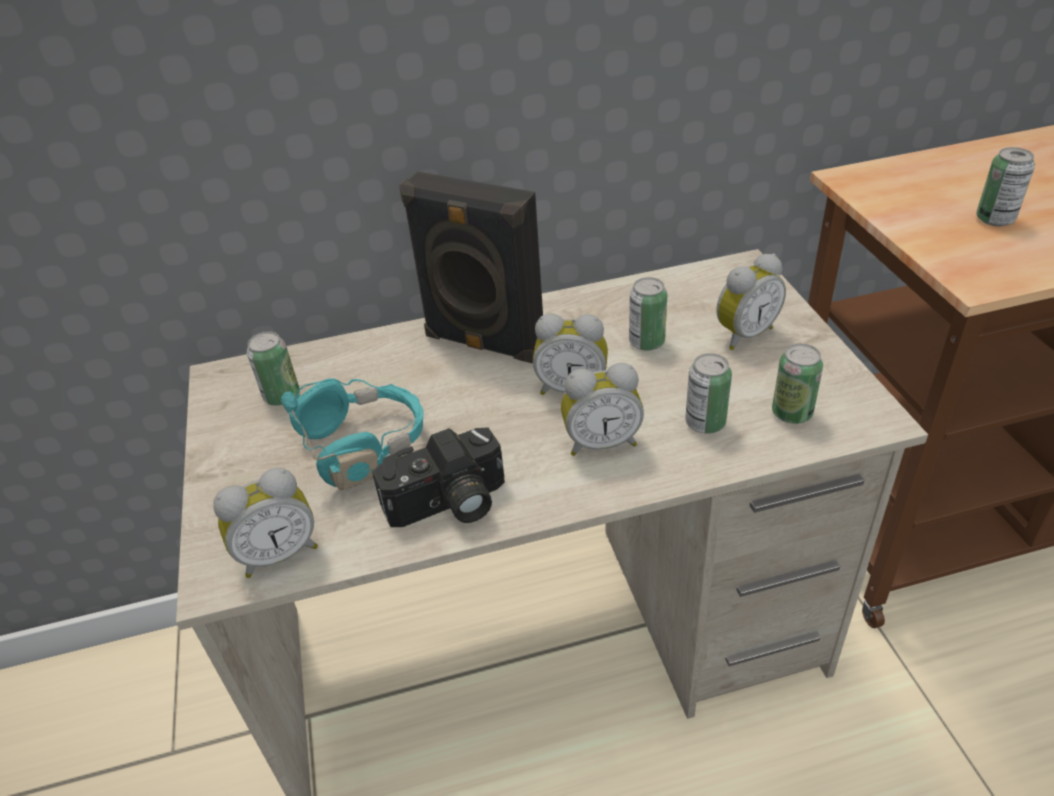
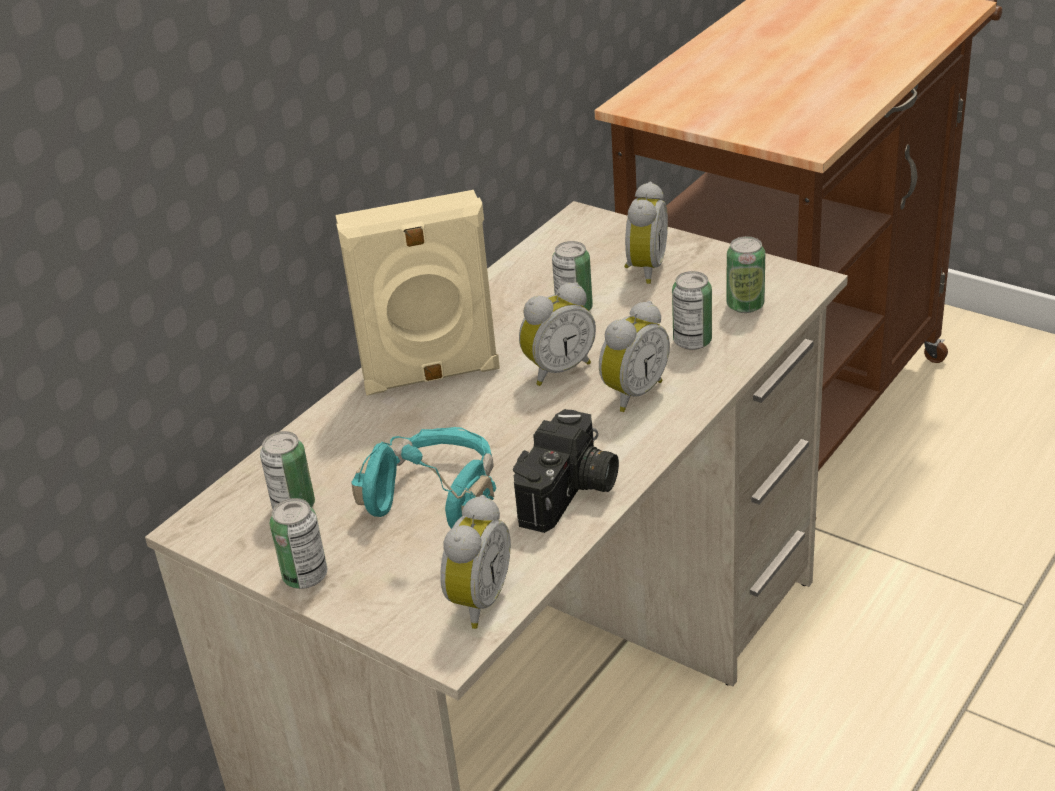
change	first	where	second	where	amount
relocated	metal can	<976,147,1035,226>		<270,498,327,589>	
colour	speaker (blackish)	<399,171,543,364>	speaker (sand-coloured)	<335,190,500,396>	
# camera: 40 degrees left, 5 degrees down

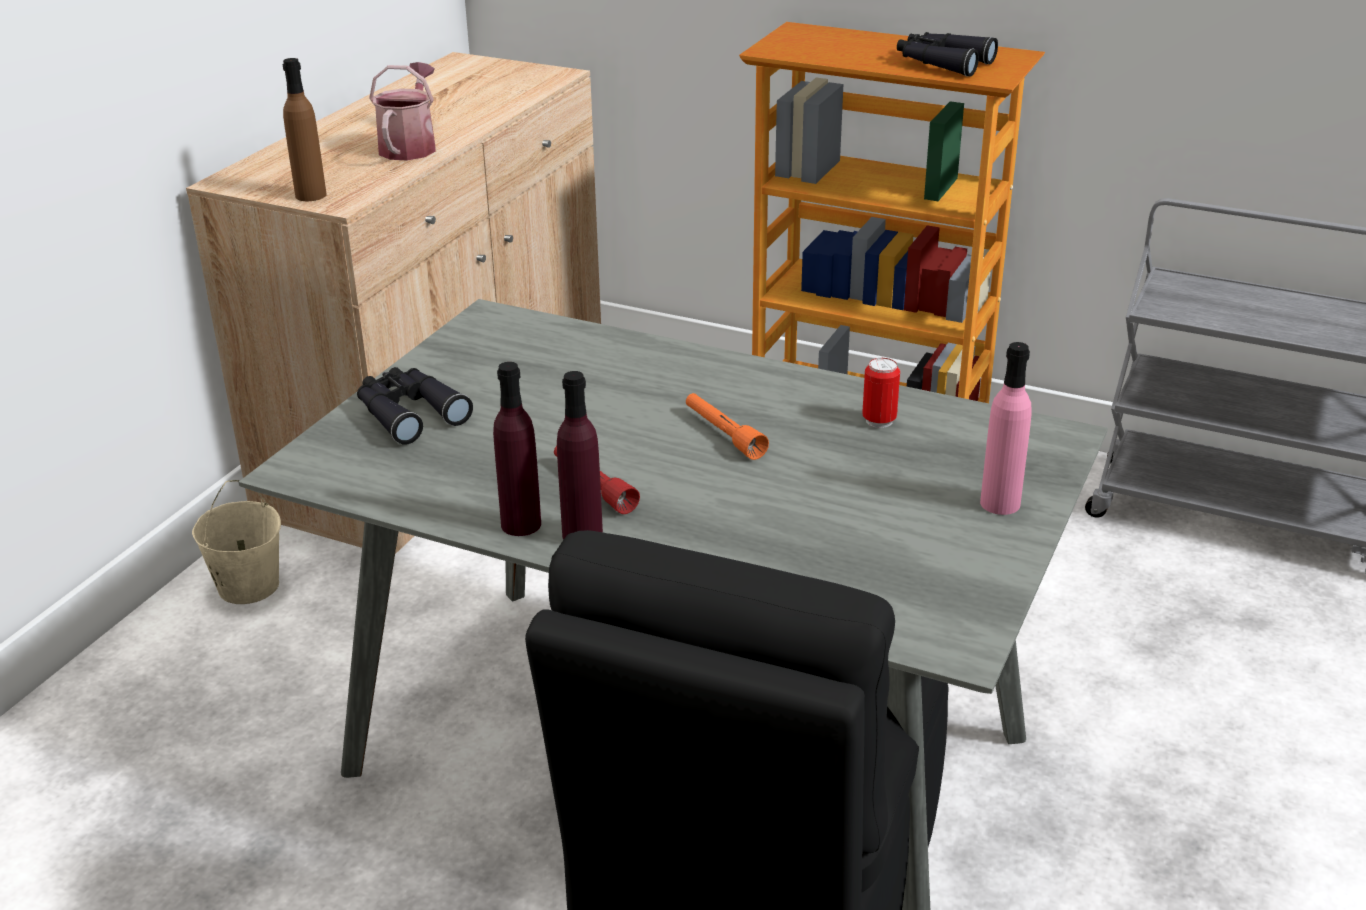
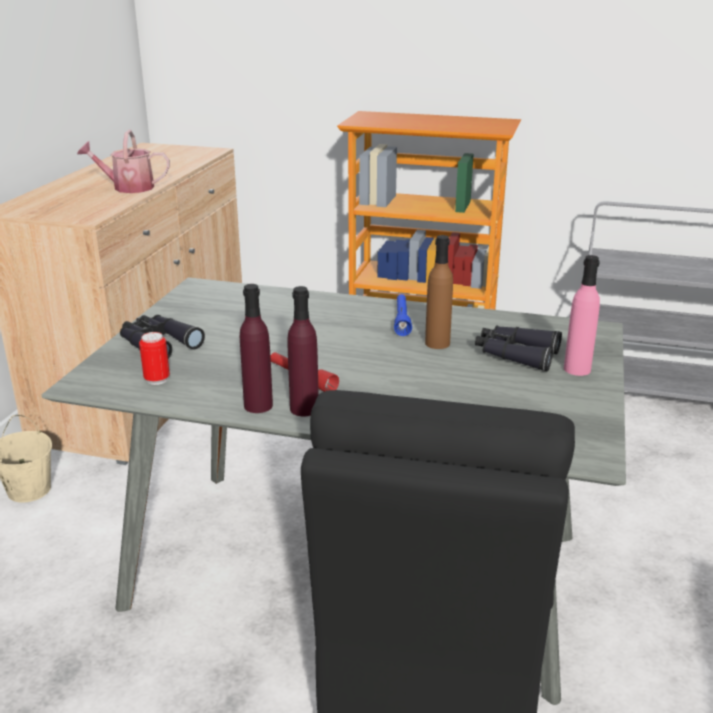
change	first	where	second	where	amount
spun	sprinkling can	<369,62,436,160>		<77,130,170,193>	90 degrees counterclockwise
relocated	metal can	<862,358,900,428>		<139,332,170,385>	
appeared			torch (blue)	<394,294,412,336>	
relocated	beverage bottle (brown-coloured)	<283,58,327,201>		<425,235,453,349>	
relocated	pair of binoculars (blackish)	<897,32,998,77>		<475,325,562,372>	
missing	torch (orange)	<686,393,769,460>			
# camera: 10 degrees left, 5 degrees down

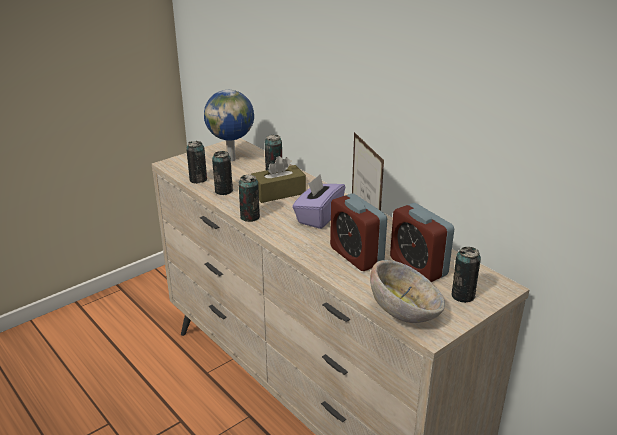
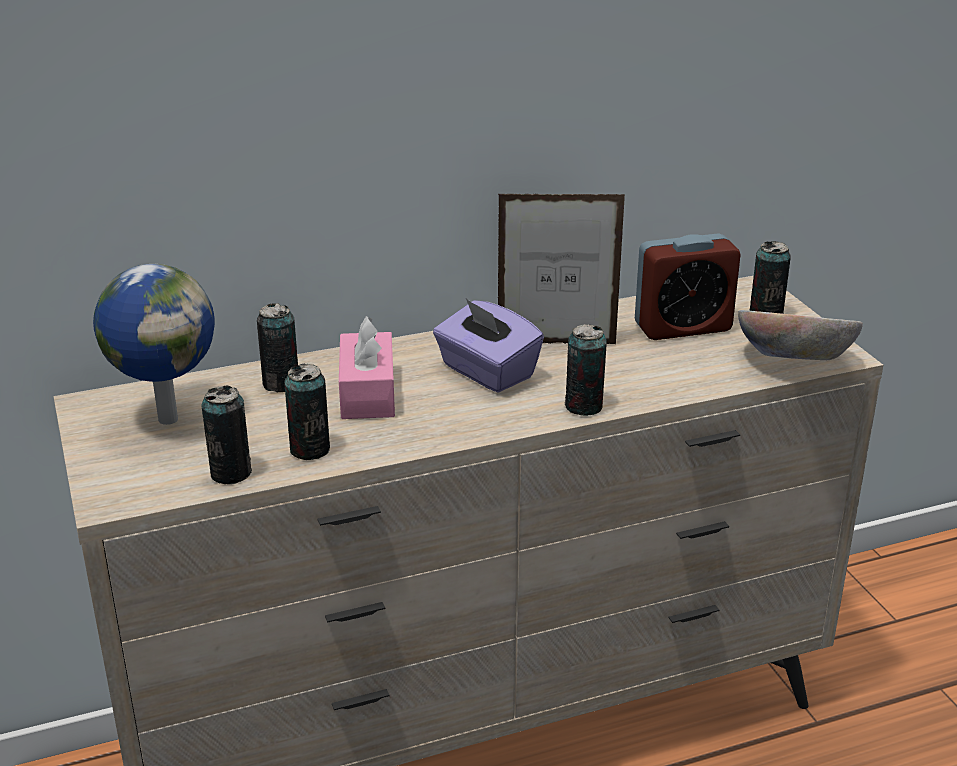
change	first	where	second	where	amount
colour	box of tissues (brown-coloured)	<251,156,306,203>	box of tissues (pinkish)	<339,316,395,419>	
relocated	metal can	<238,174,260,222>		<565,324,607,416>	
missing	alarm clock	<330,194,387,271>			
# camera: 70 degrees left, 0 degrees up

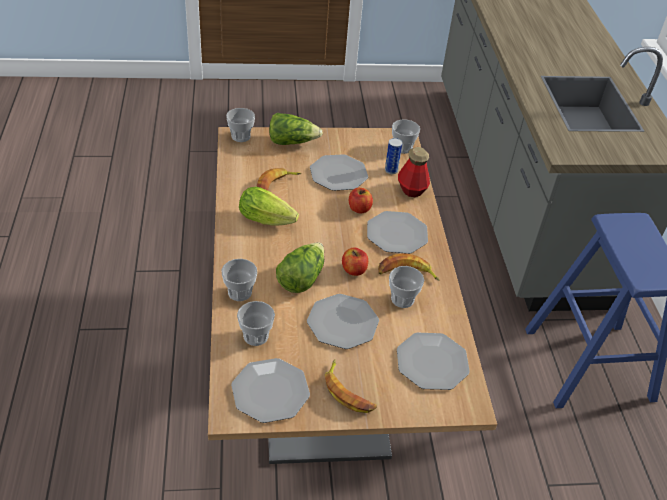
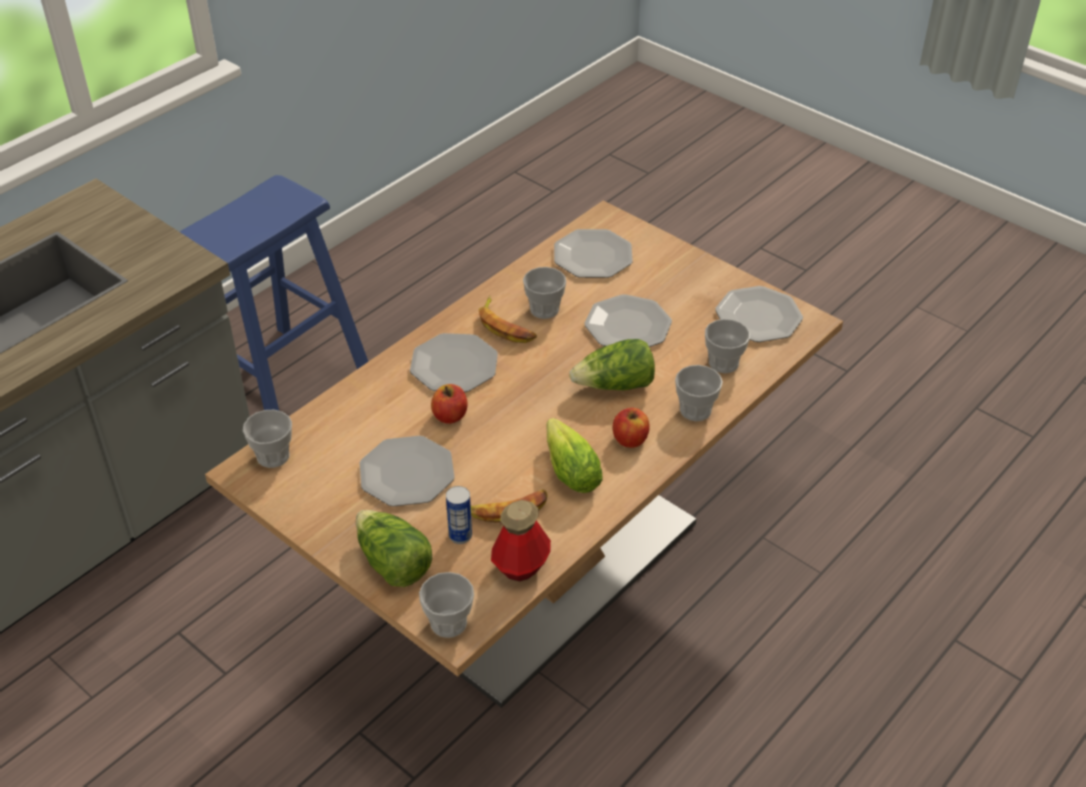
change	first	where	second	where	amount
relocated	metal can	<385,138,402,174>		<446,486,472,544>	
relocated	beverage bottle	<398,147,430,197>		<491,500,551,582>	
relocated	apple	<342,247,368,276>		<613,408,650,448>	
missing	whole banana	<325,359,377,413>			
# camera: 130 degrees left, 0 degrees up

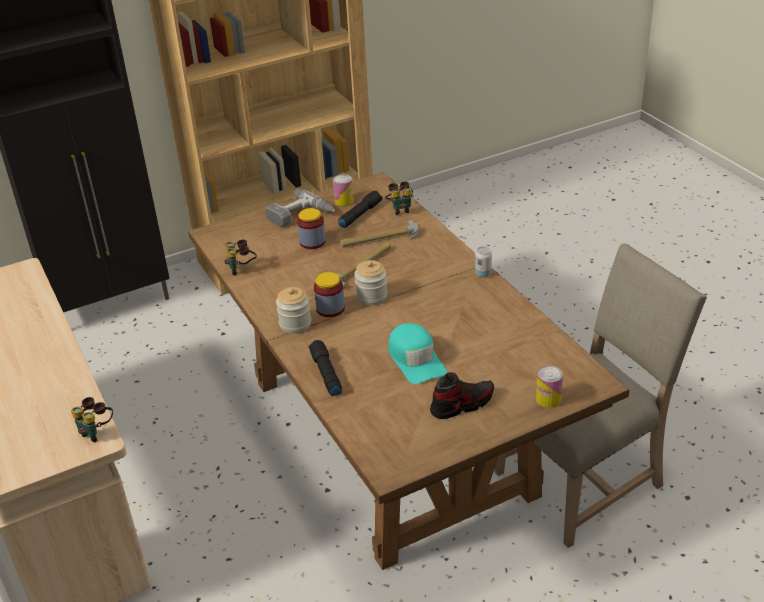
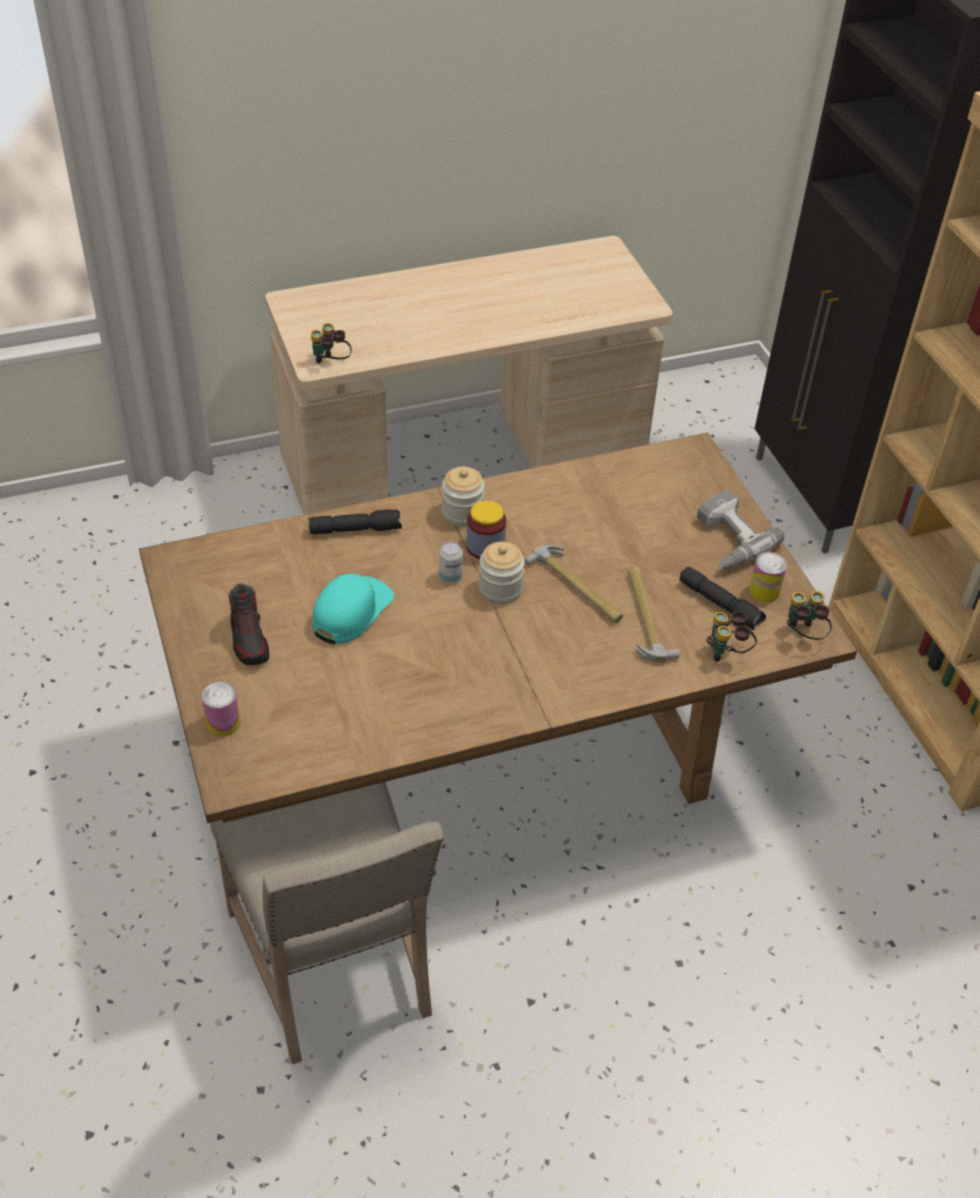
change	first	where	second	where	amount
spun	baseball cap (turquoise)	<389,323,447,384>		<312,574,394,644>	135 degrees clockwise
relocated	metal can	<475,246,492,277>		<439,541,463,583>	
relocated	pair of binoculars	<224,239,257,275>		<787,591,832,640>	
missing	preserve jar	<297,208,326,249>			
# camera: 95 degrees right, 10 degrees up

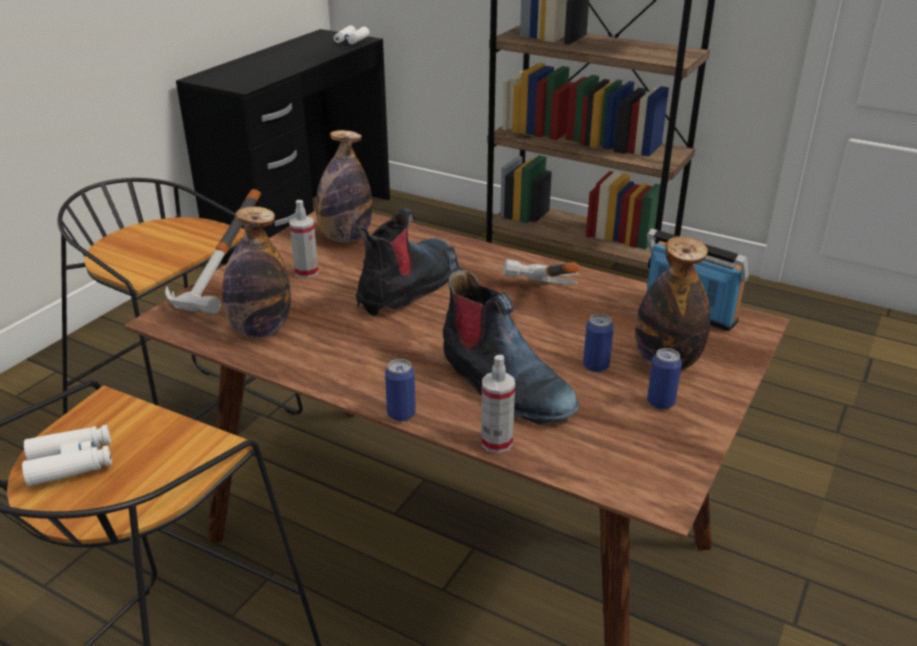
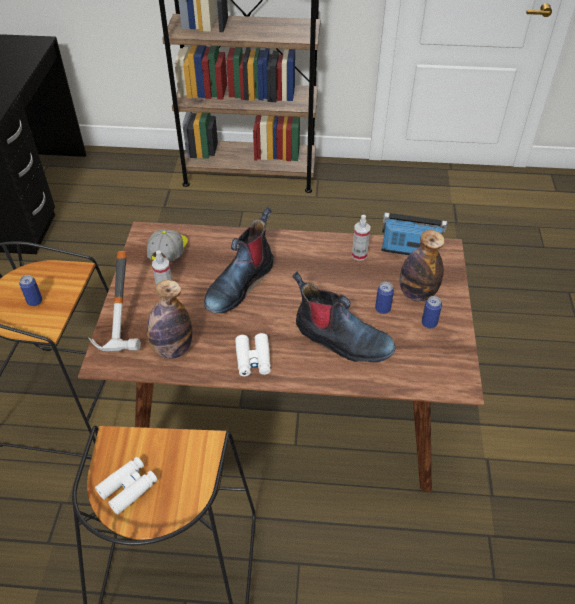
change	first	where	second	where	amount
relocated	metal can	<385,359,416,421>		<19,275,42,306>	
exchanged	beverage bottle	<316,130,372,243>	baseball cap	<147,229,188,262>	
spun	tall boot	<352,208,450,316>		<204,207,274,313>	150 degrees counterclockwise
relocated	pair of binoculars (whitish)	<334,25,370,44>		<235,333,271,376>	
relocated	sprayer	<481,355,515,453>		<352,215,370,261>	
missing	tool hammer	<503,259,580,285>			
# camera: 25 degrees left, 15 degrees up

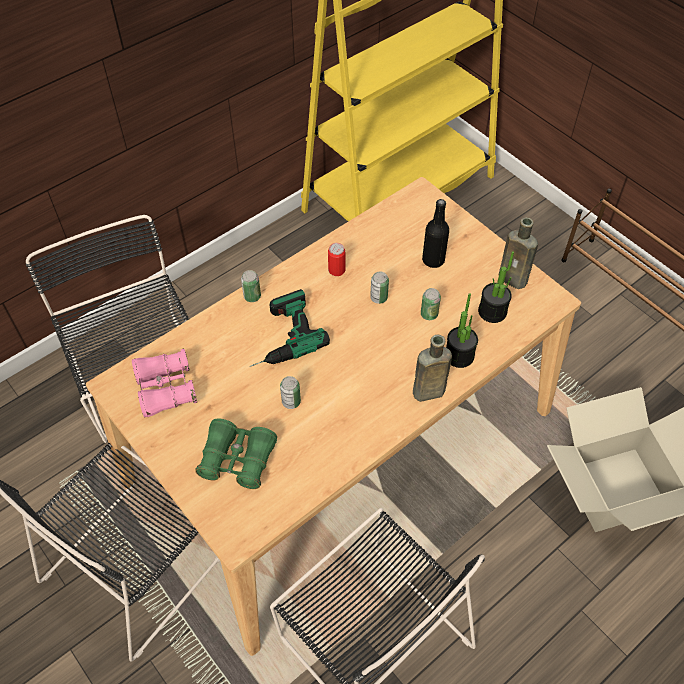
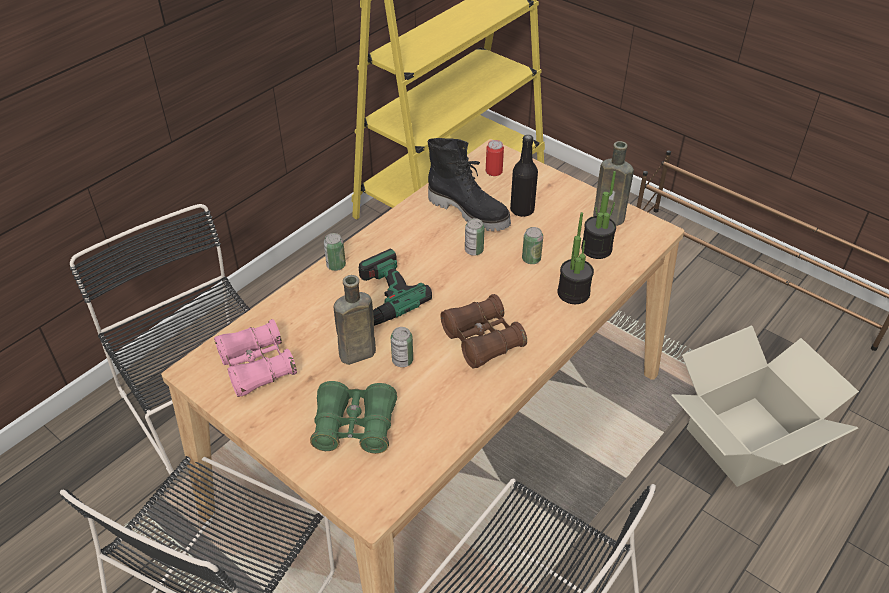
change	first	where	second	where	amount
relocated	beverage bottle (brown-coloured)	<413,334,452,402>		<334,275,376,365>	
appeared			tall boot (blackish)	<428,138,511,231>	
appeared			pair of binoculars (brown-coloured)	<440,294,527,369>	
relocated	metal can	<328,243,345,276>		<486,140,504,176>	
# camera: 10 degrees left, 10 degrees down

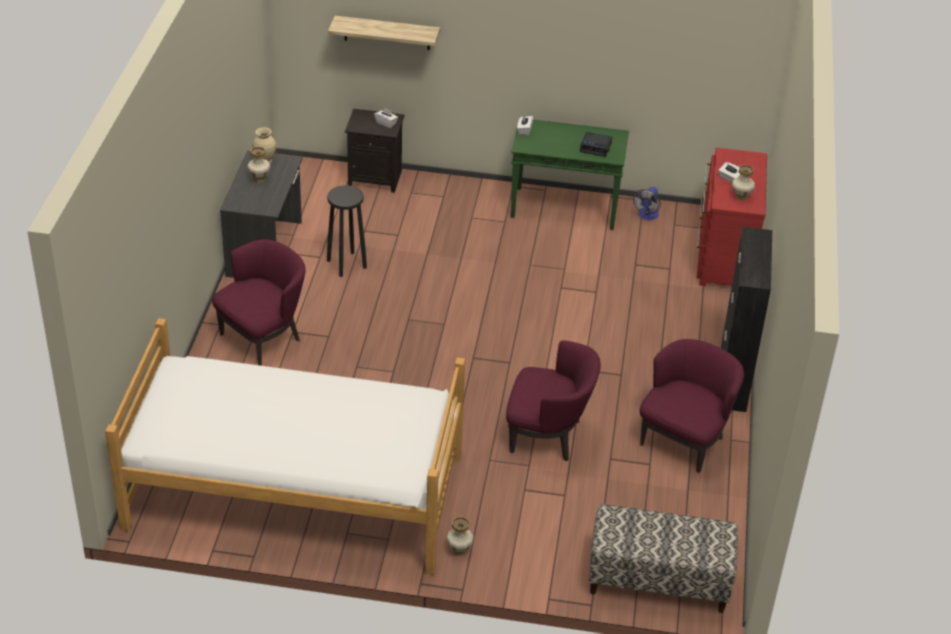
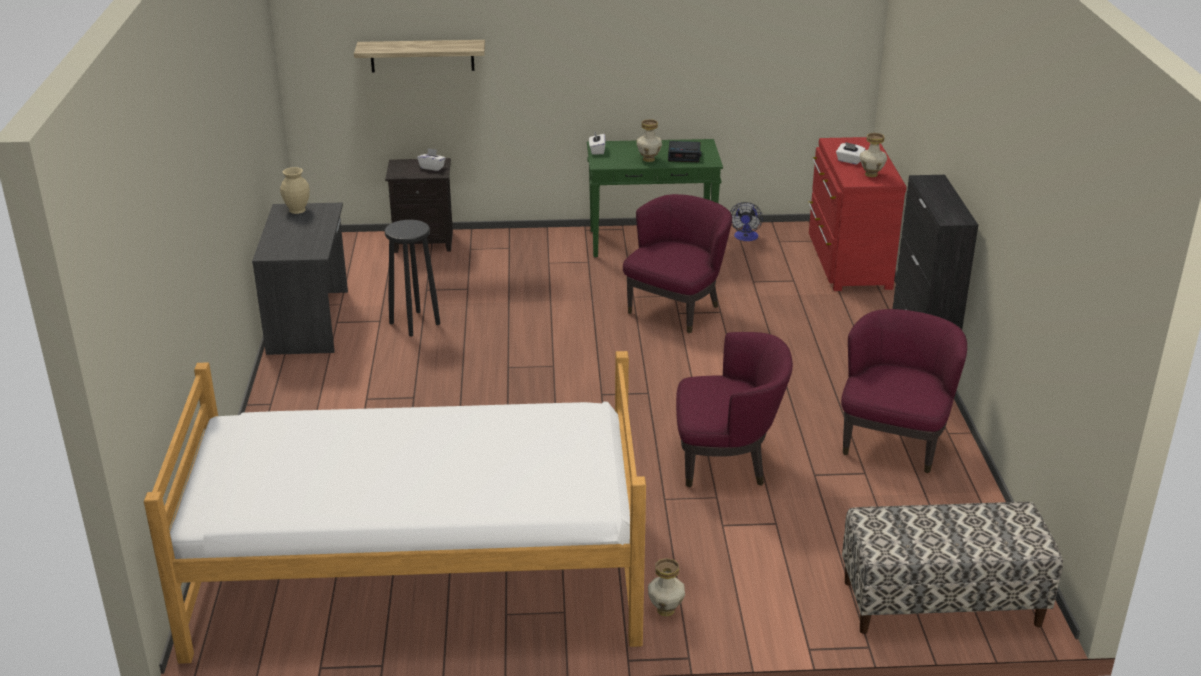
change	first	where	second	where	amount
relocated	armchair (purplish)	<212,239,306,365>		<623,194,732,333>	
relocated	vase	<247,147,271,183>		<637,119,662,162>	
# camera: 10 degrees left, 10 degrees down

